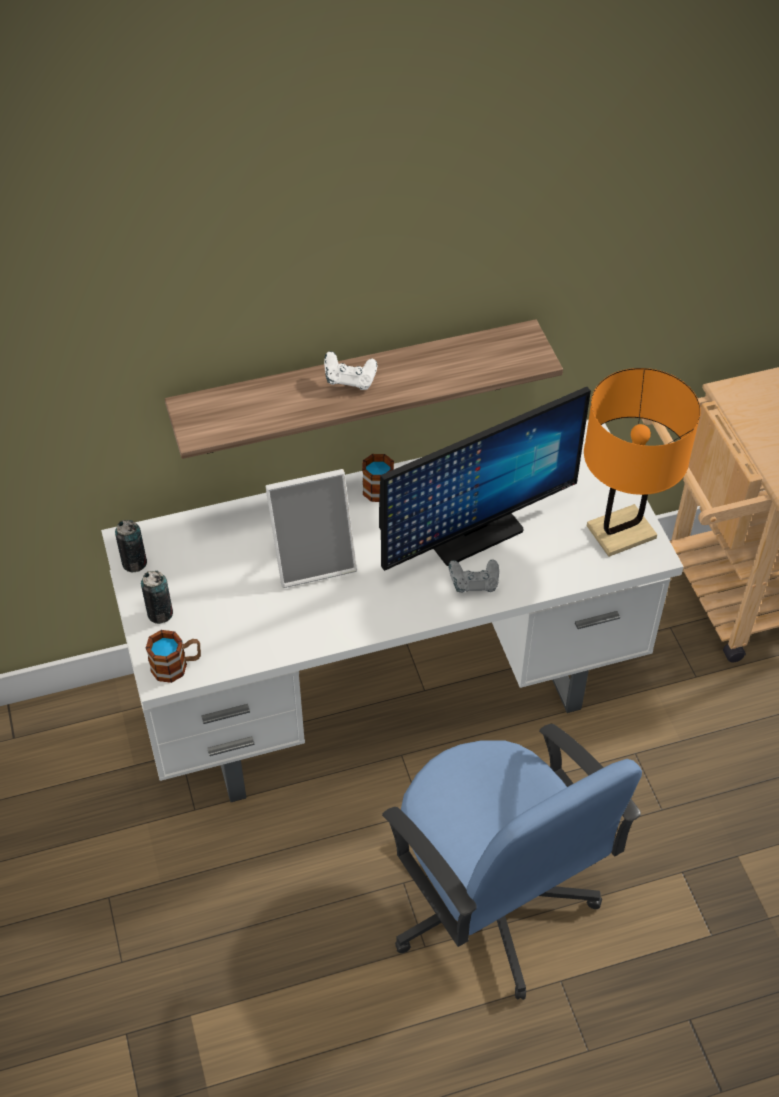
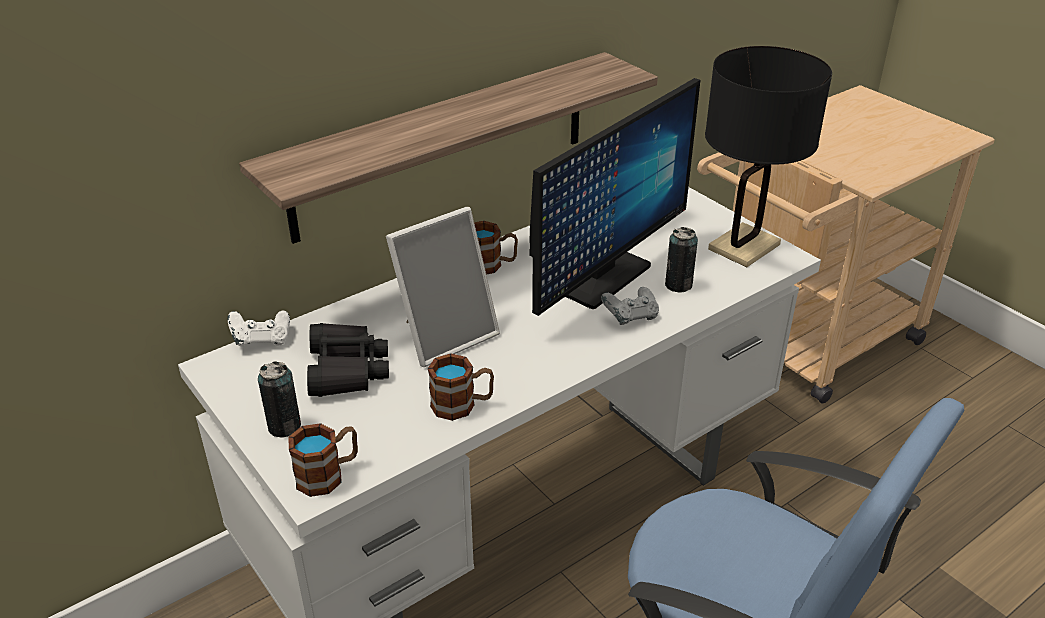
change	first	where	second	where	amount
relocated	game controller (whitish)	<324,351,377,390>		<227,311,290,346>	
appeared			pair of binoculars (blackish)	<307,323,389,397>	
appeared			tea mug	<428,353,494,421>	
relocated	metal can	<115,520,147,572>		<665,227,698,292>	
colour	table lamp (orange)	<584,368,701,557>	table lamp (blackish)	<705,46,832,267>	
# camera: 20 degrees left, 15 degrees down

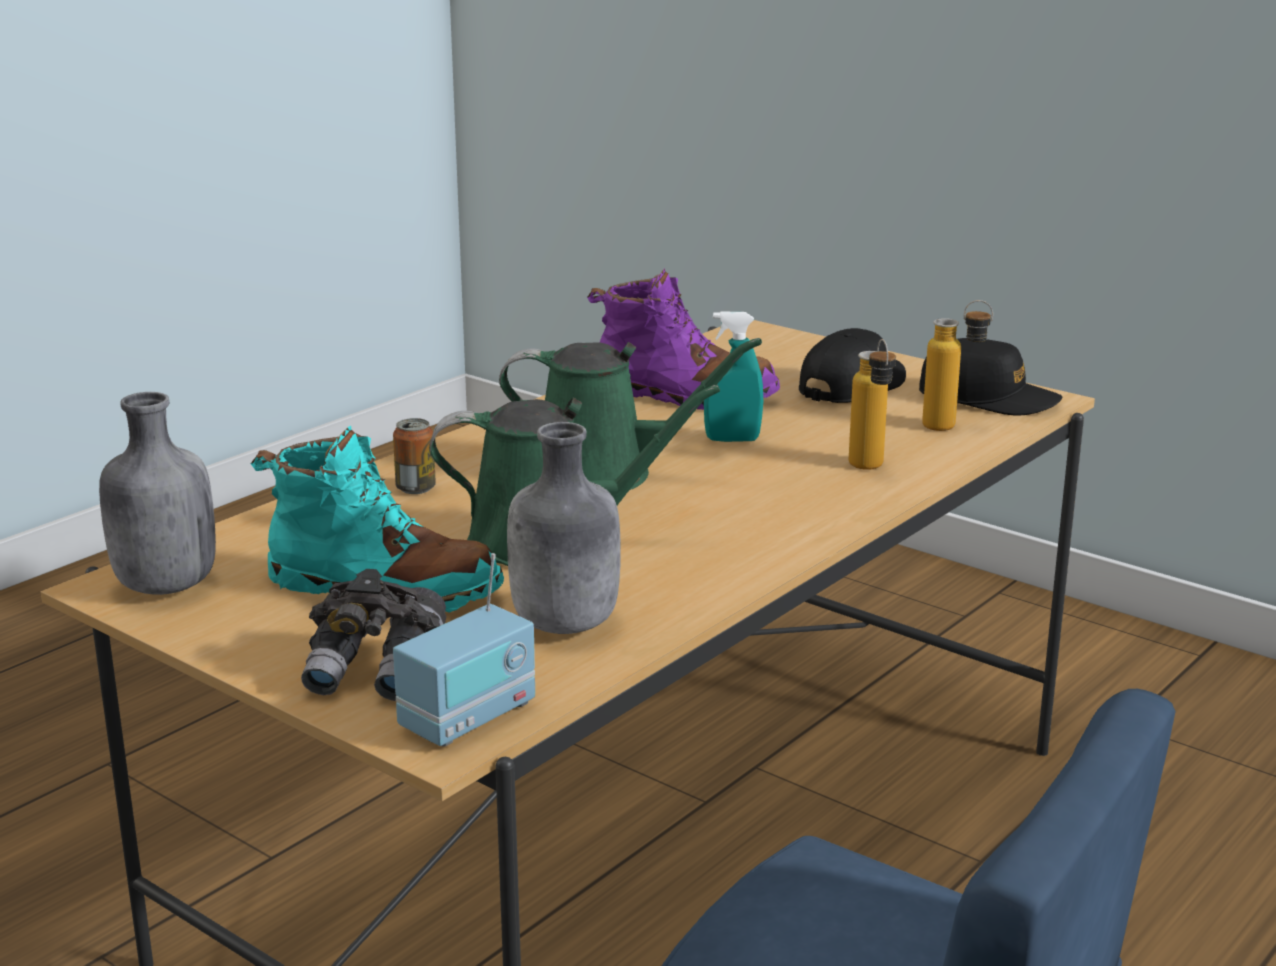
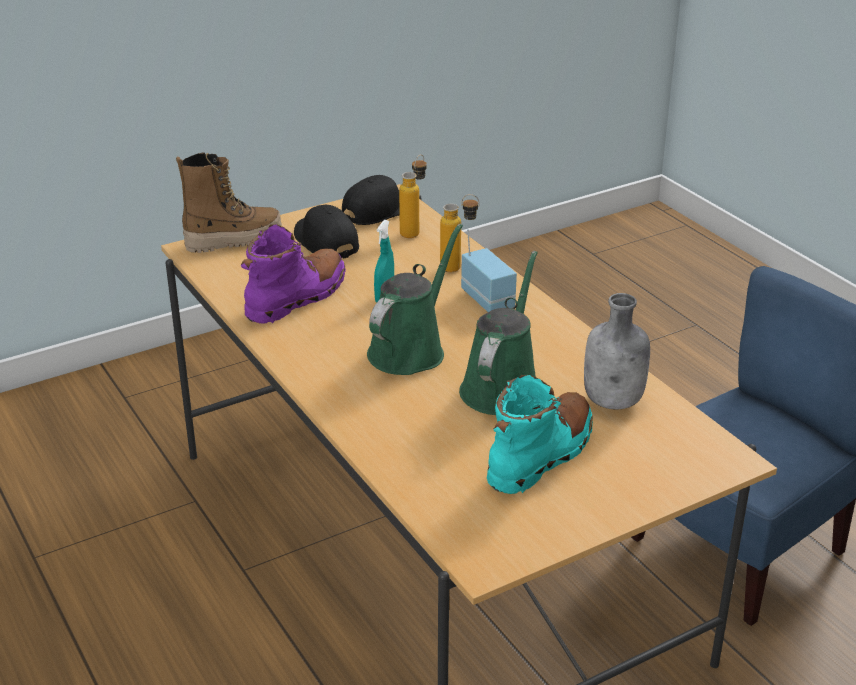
change	first	where	second	where	amount
appeared			tall boot	<176,152,282,253>	
relocated	radio	<393,553,535,747>		<461,229,517,312>	
missing	beverage bottle (grey)	<99,392,216,595>			
missing	pair of binoculars (grey)	<301,569,446,701>			
missing	metal can	<393,418,436,494>			
# camera: 70 degrees left, 10 degrees up

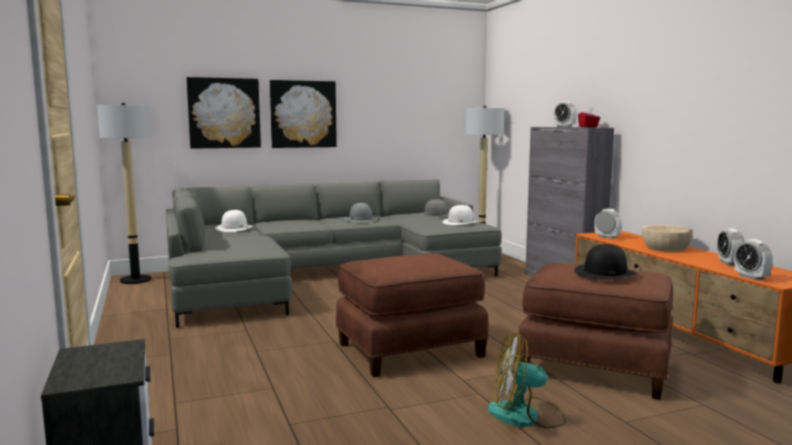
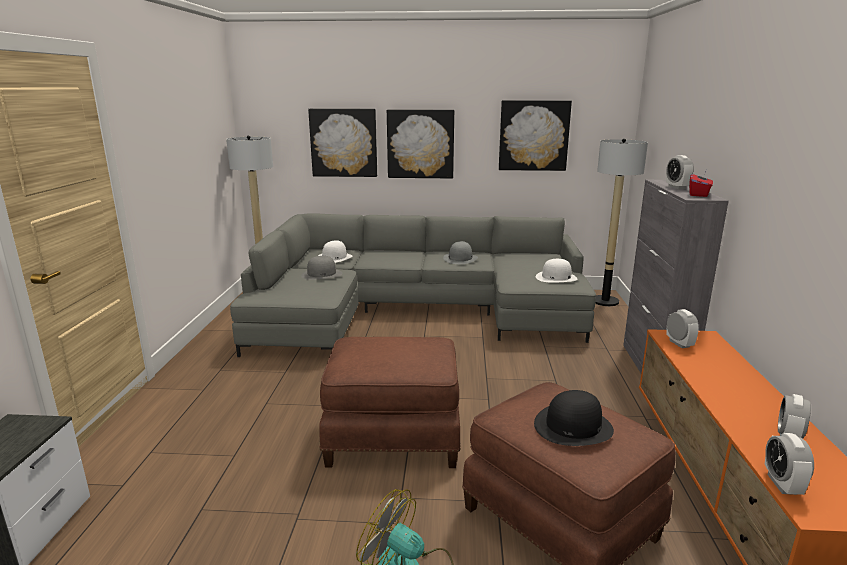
change	first	where	second	where	amount
relocated	hat (grey)	<419,199,449,218>		<301,256,342,280>	
appeared			wall picture	<499,100,572,171>	
missing	bowl (sand-coloured)	<642,225,693,252>			
# camera: 25 degrees right, 10 degrees up

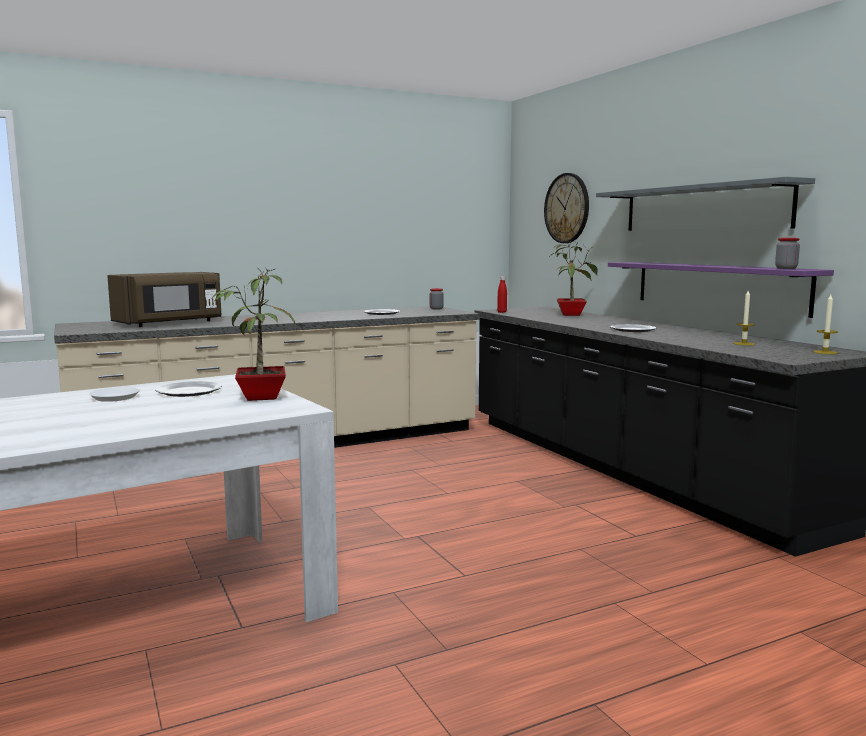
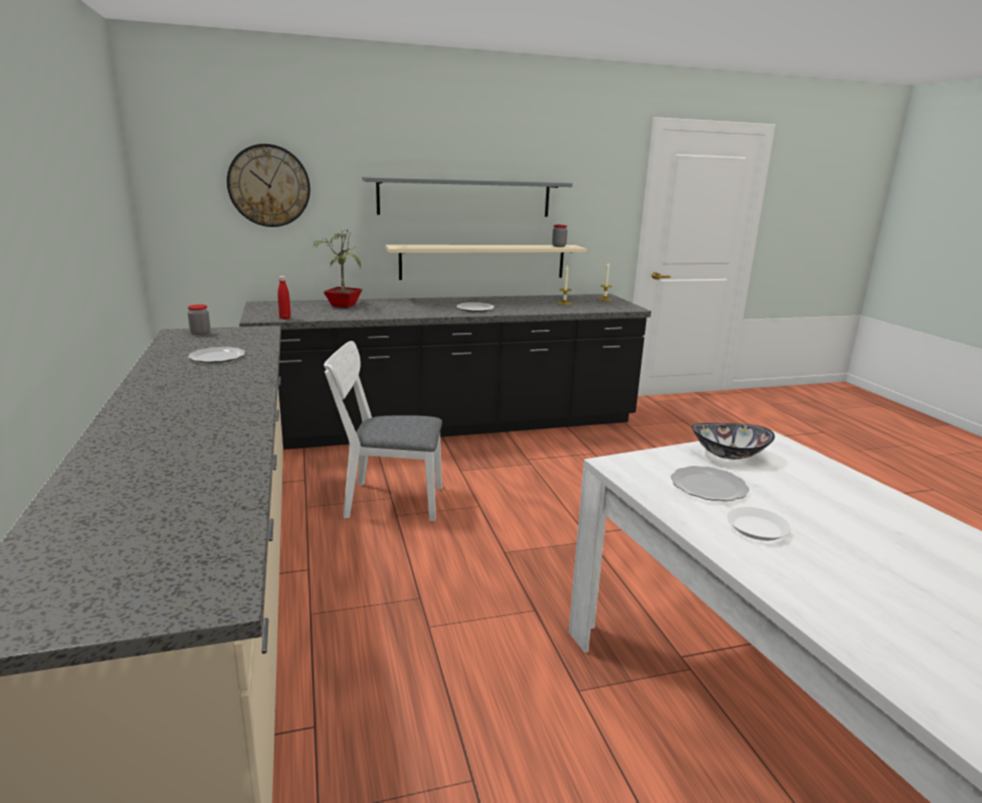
change	first	where	second	where	amount
appeared			chair (whitish)	<324,341,442,521>	
colour	bracket shelf (purplish)	<608,262,834,318>	bracket shelf (sand-coloured)	<386,245,587,280>	
exchanged	houseplant	<211,269,297,401>	bowl	<692,423,775,459>	
missing	microwave oven (brown-coloured)	<107,272,222,327>			
# camera: 80 degrees left, 10 degrees up

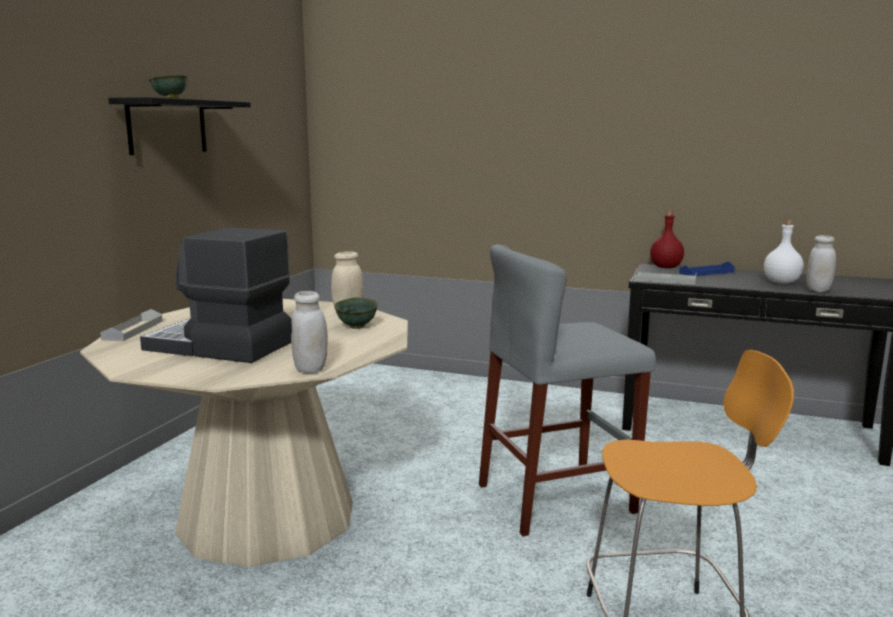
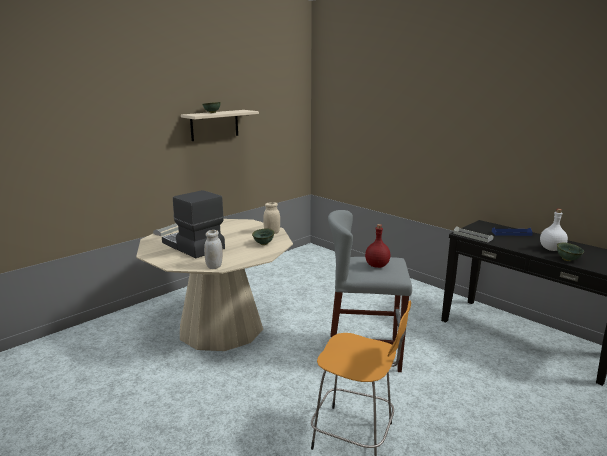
change	first	where	second	where	amount
colour	bracket shelf (blackish)	<108,97,251,155>	bracket shelf (sand-coloured)	<181,110,259,141>	
relocated	beverage bottle (red-coloured)	<650,211,684,268>		<365,224,390,268>	
exchanged	preserve jar (whitish)	<806,235,836,292>	bowl (greenish)	<557,243,584,261>	
# camera: 25 degrees right, 5 degrees up

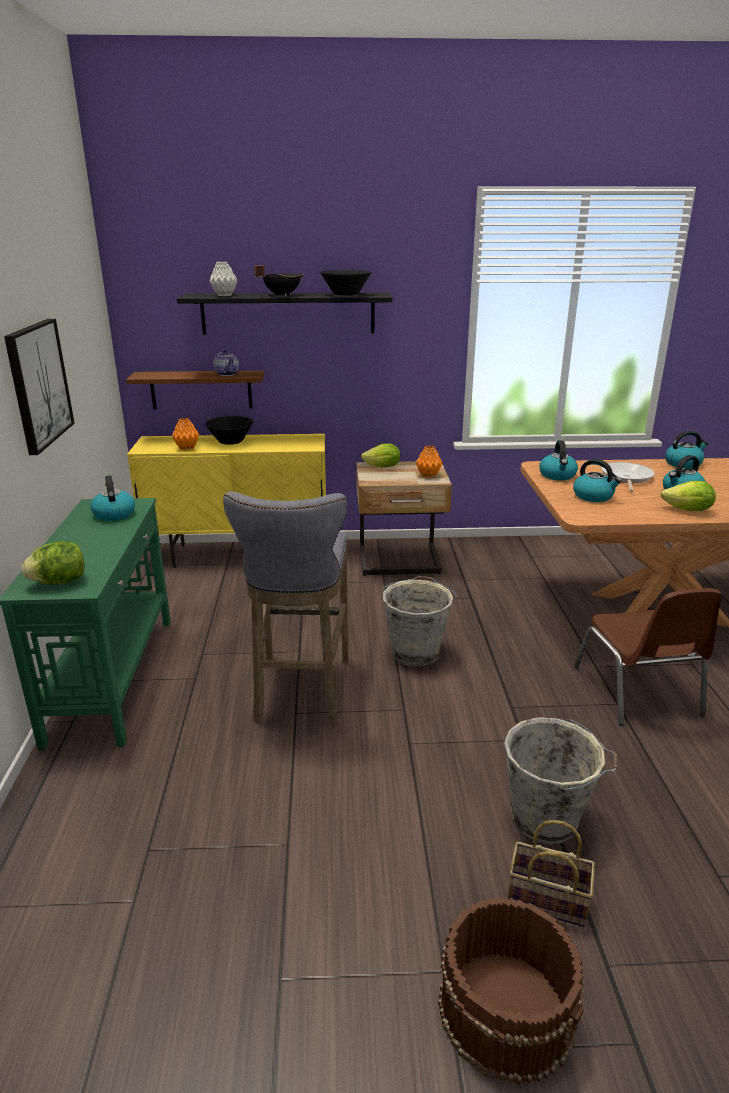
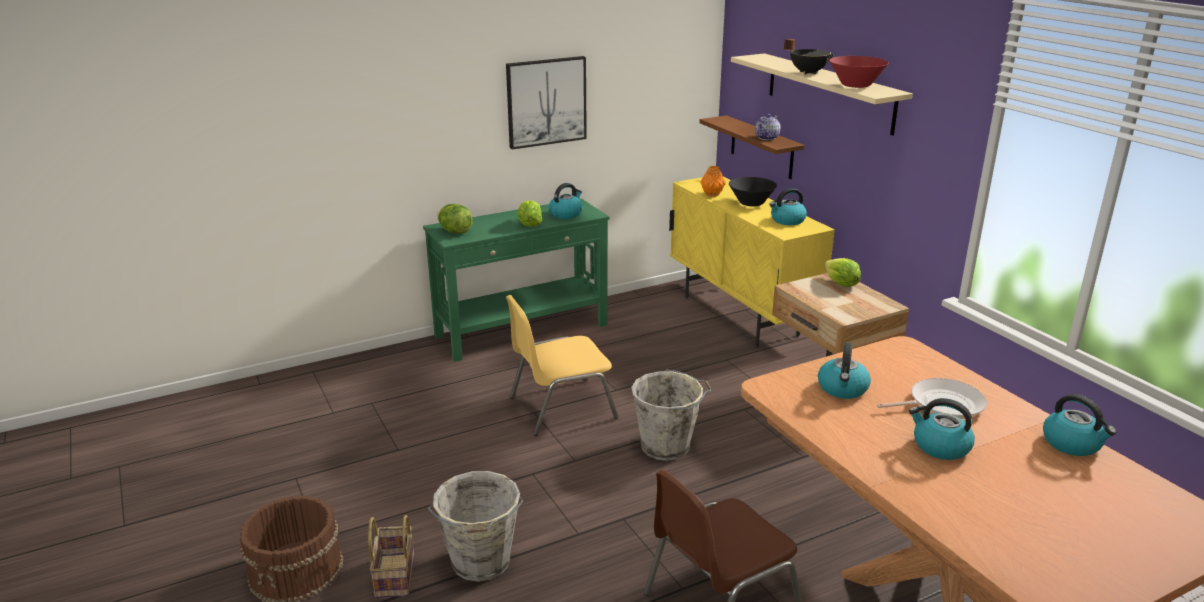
change	first	where	second	where	amount
exchanged	sitting stool (grey)	<223,492,348,725>	chair (yellow-coloured)	<506,295,619,436>	
relocated	lettuce head	<661,481,716,511>		<517,200,542,227>	
colour	bracket shelf (blackish)	<177,293,393,335>	bracket shelf (sand-coloured)	<731,53,913,136>	
relocated	water kettle	<539,440,578,480>		<769,188,807,225>	
colour	bowl (blackish)	<320,270,371,296>	bowl (red-coloured)	<829,56,889,88>	
missing	vase (grey)	<209,262,237,296>			
missing	vase (orange)	<416,446,443,478>			
# camera: 65 degrees right, 0 degrees up

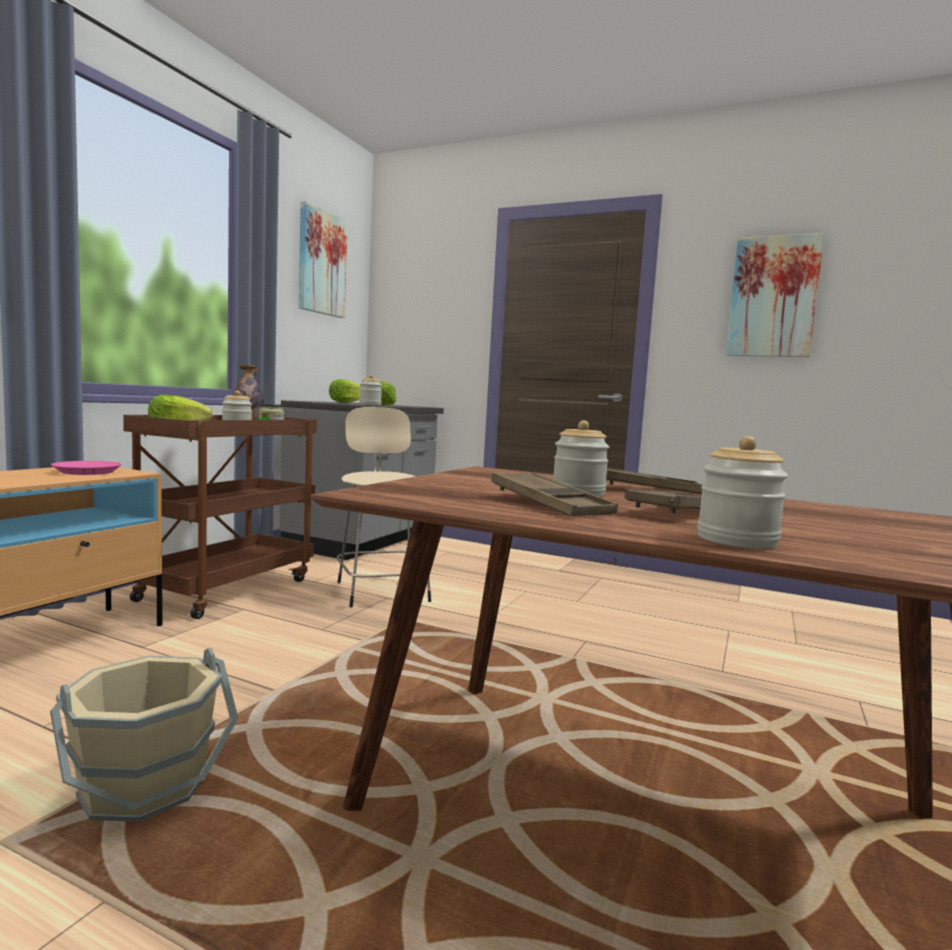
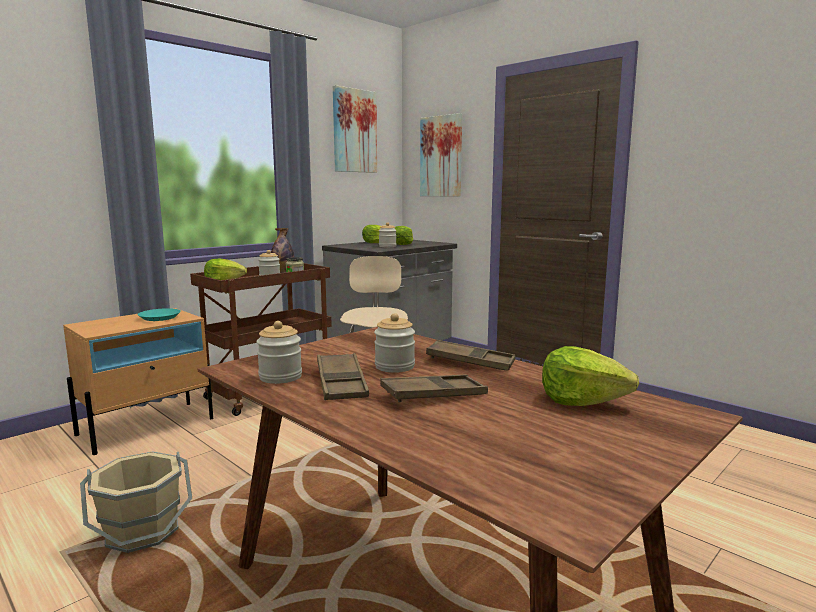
change	first	where	second	where	amount
colour	plate (pinkish)	<51,461,122,475>	plate (turquoise)	<138,308,181,321>	
relocated	preserve jar	<697,436,788,548>		<257,321,302,384>	
relocated	wall picture	<726,233,824,357>		<420,113,462,197>	
appeared			lettuce head	<542,346,639,406>	
# camera: 20 degrees right, 5 degrees up

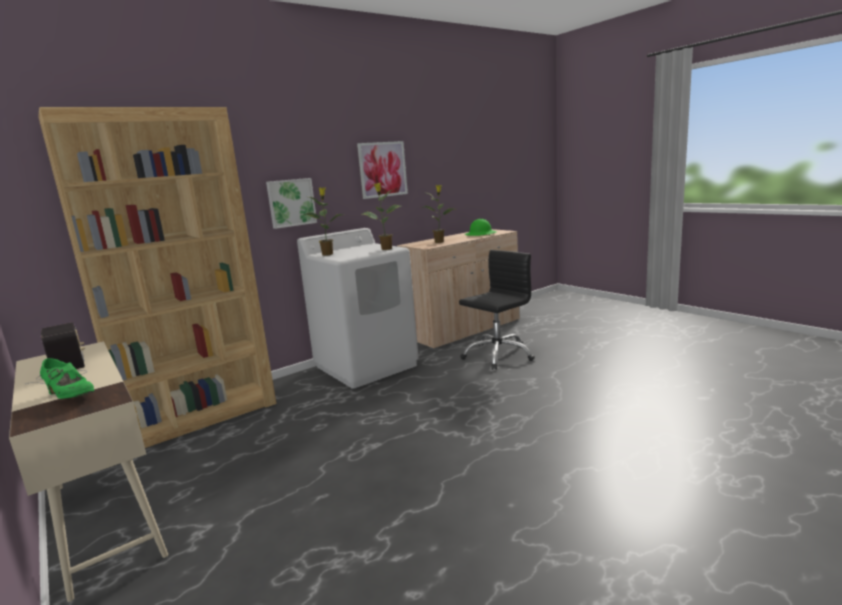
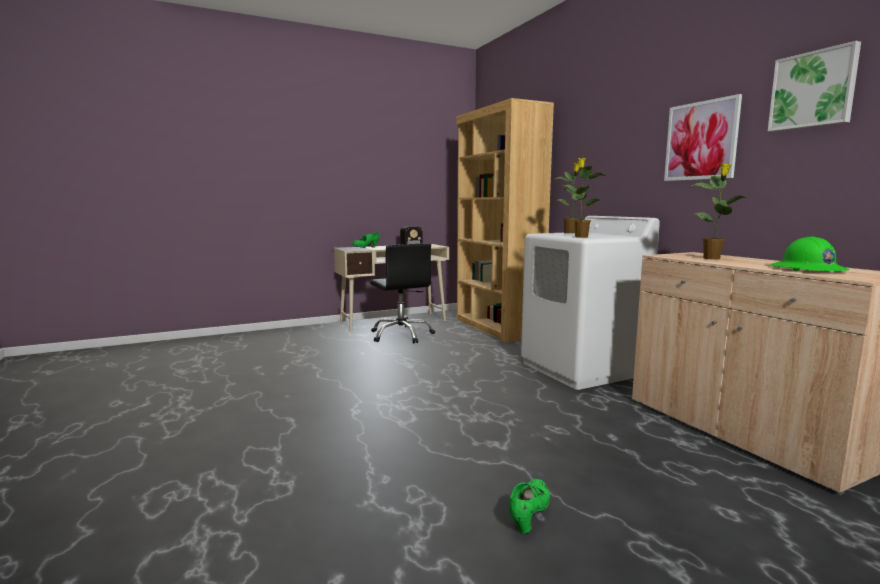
change	first	where	second	where	amount
relocated	desk chair (blackish)	<459,250,535,370>		<370,244,435,343>	
appeared			low shoe (greenish)	<509,479,550,534>	
relocated	wall picture	<266,178,317,229>		<768,41,861,132>	
# camera: 100 degrees right, 5 degrees down

